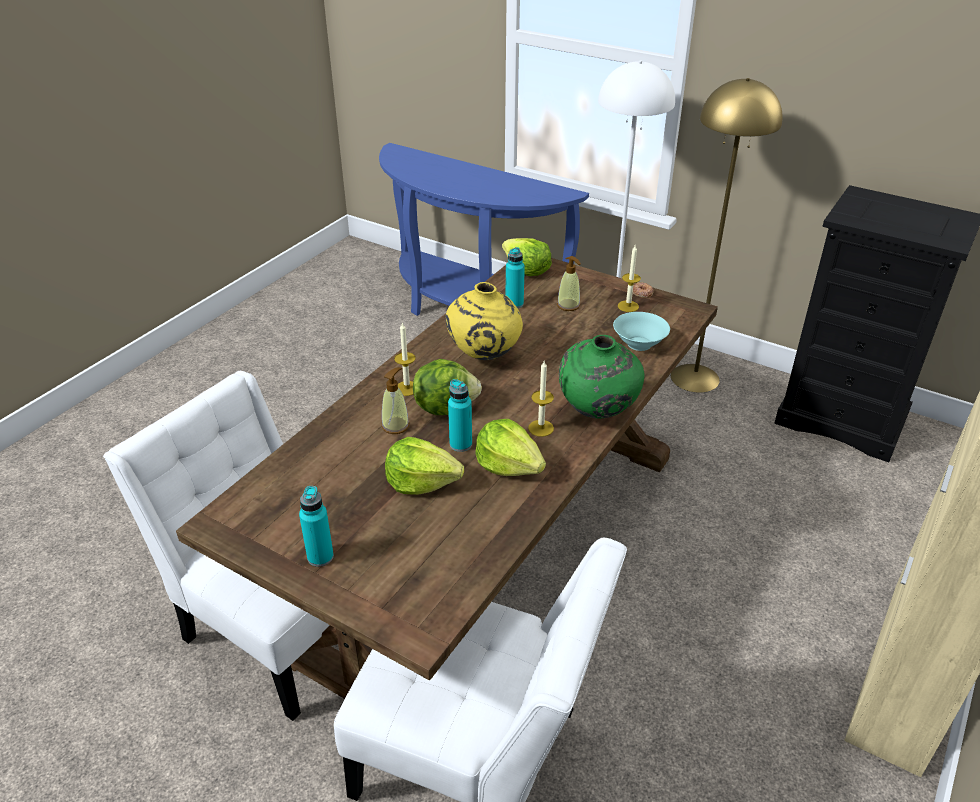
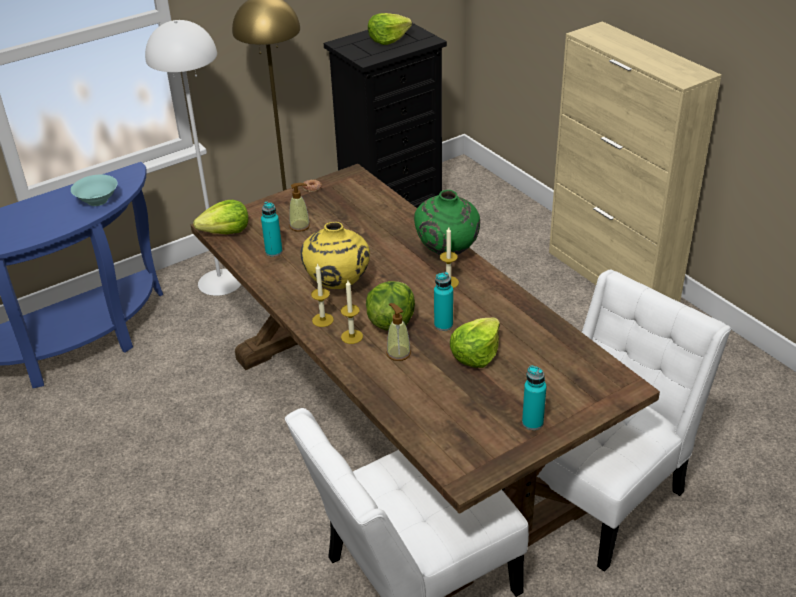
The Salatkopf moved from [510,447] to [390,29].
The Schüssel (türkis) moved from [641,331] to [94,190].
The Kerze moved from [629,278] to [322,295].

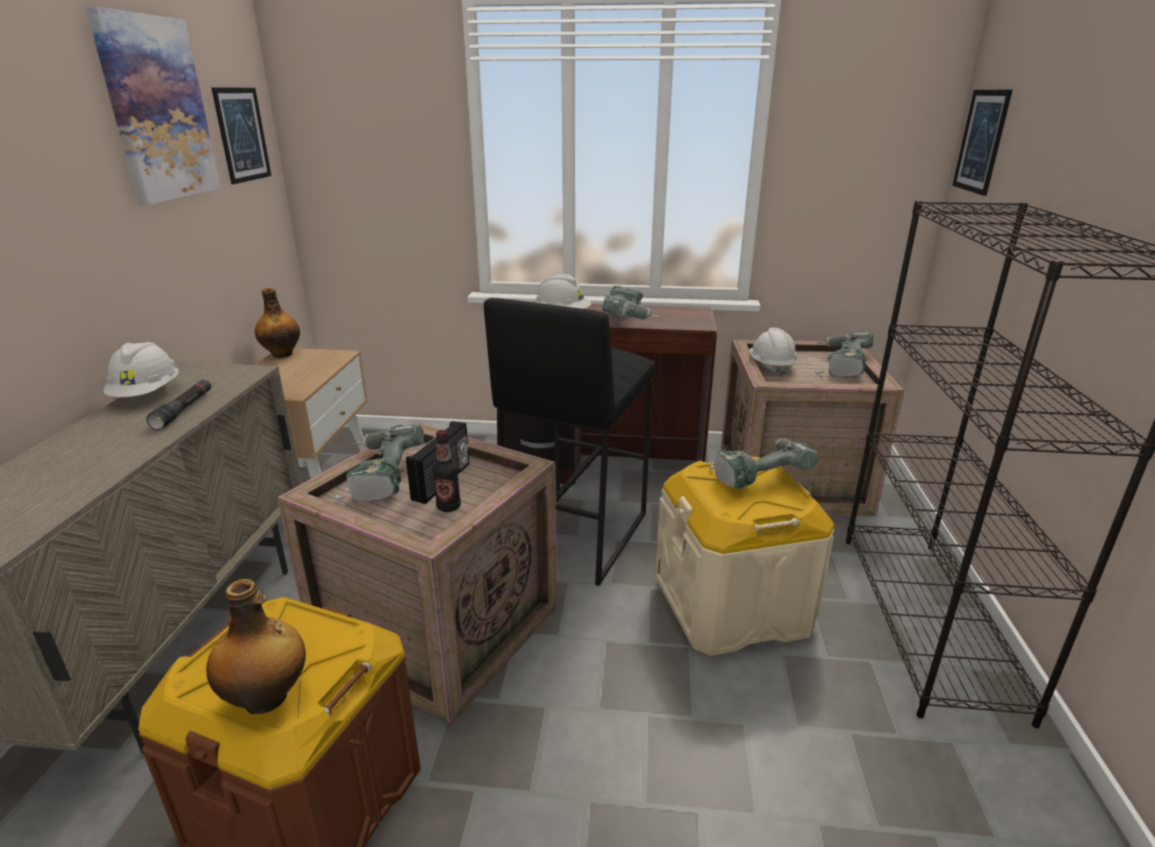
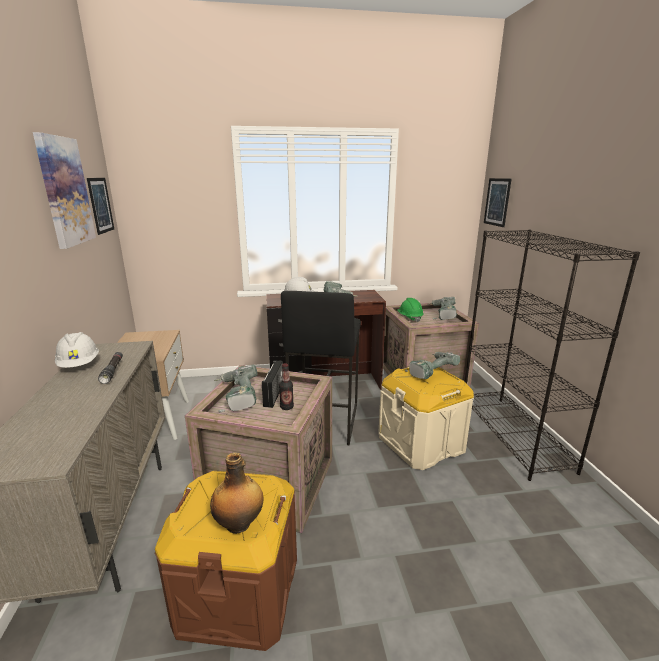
The Flasche at [277,323] disappeared.
The Schutzhelm (weiß) at [774,352] became the Schutzhelm (grün) at [410,310].

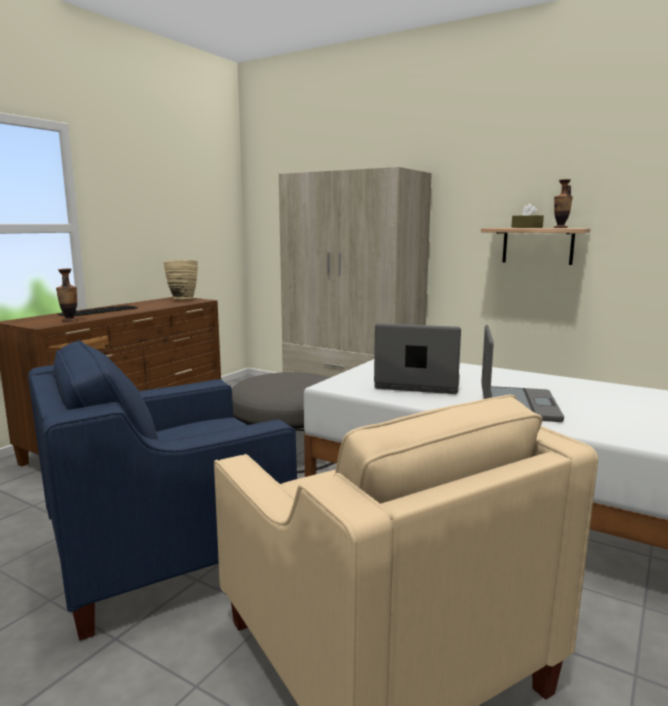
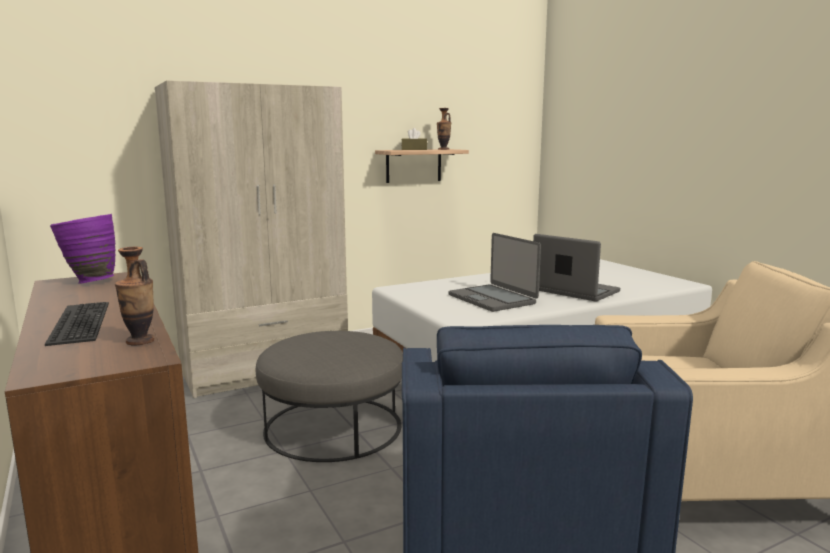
The Vase (beige) at [181,280] became the Vase (lila) at [83,248].
The Laptop at [417,358] turned 75 degrees counterclockwise.

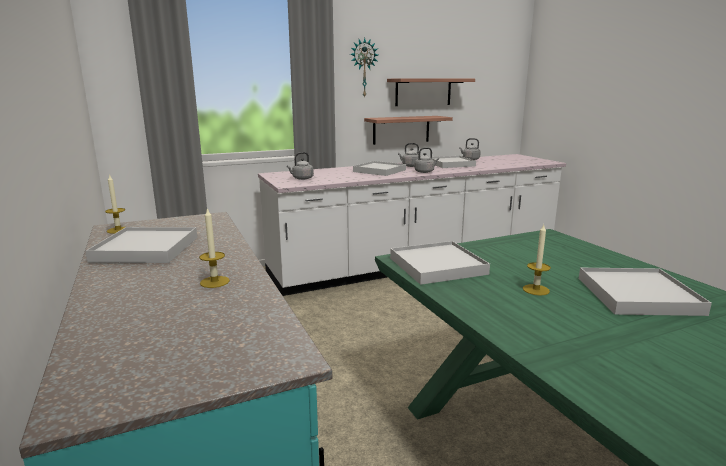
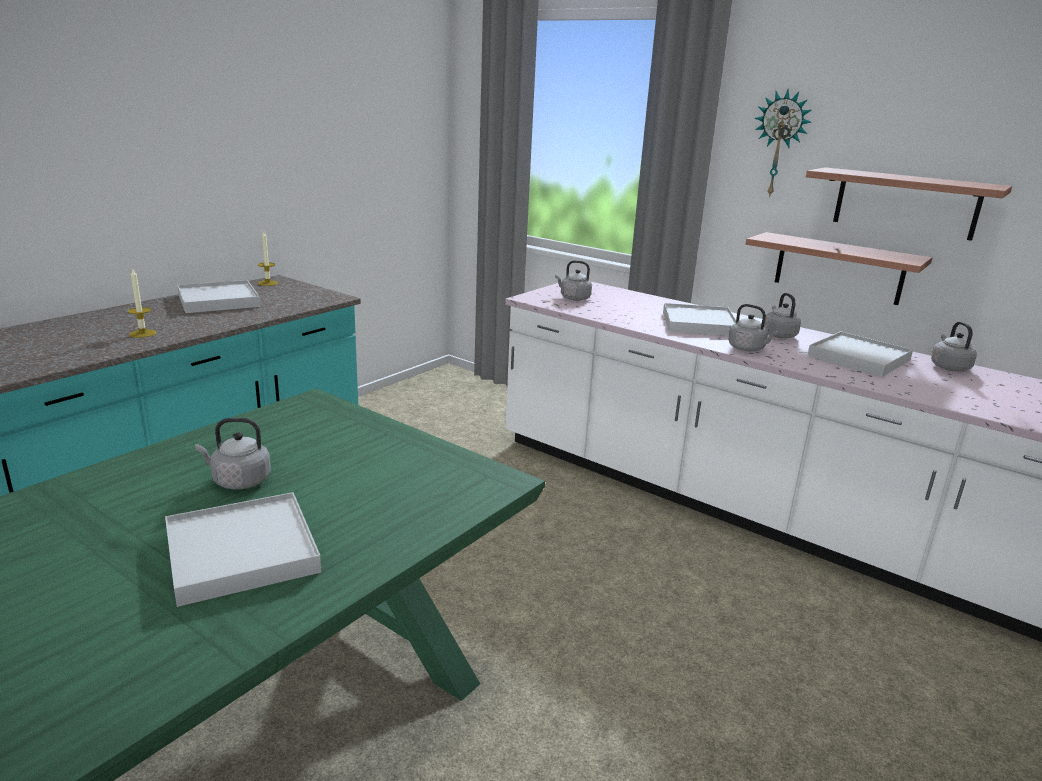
The Tablett (weiß) at [440,263] disappeared.
The Kerze at [537,260] was replaced by the Wasserkessel (grau) at [233,454].

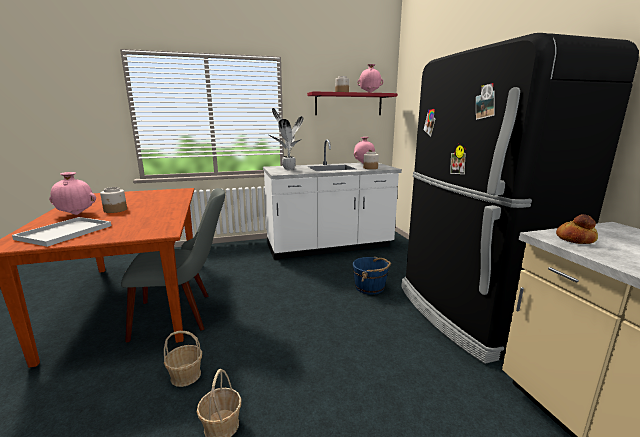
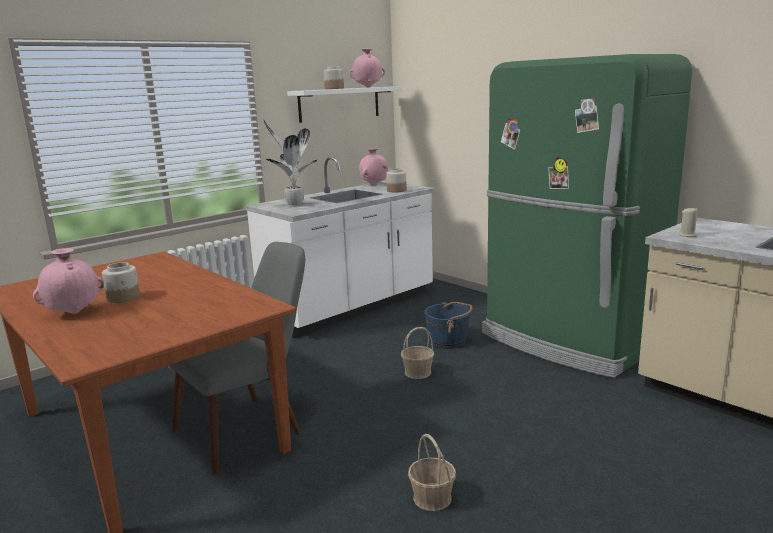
The Tablett (weiß) at [61,232] disappeared.
The Korb moved from [183,359] to [417,353].
The Wandregal (rot) at [352,103] became the Wandregal (weiß) at [344,104].
The Kühlschrank (schwarz) at [520,198] became the Kühlschrank (grün) at [587,216].
The Brot at [577,229] was replaced by the Kerze (beige) at [688,222].

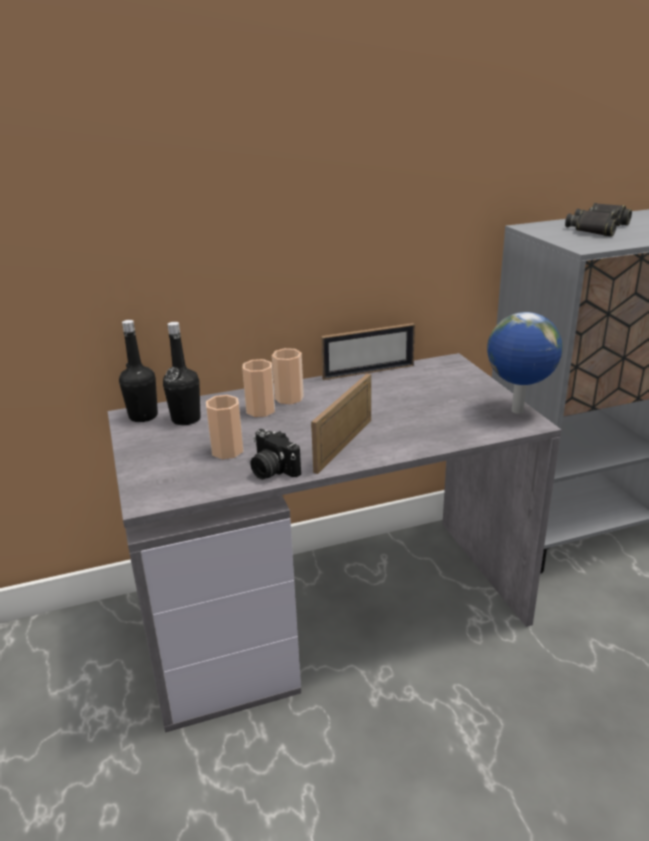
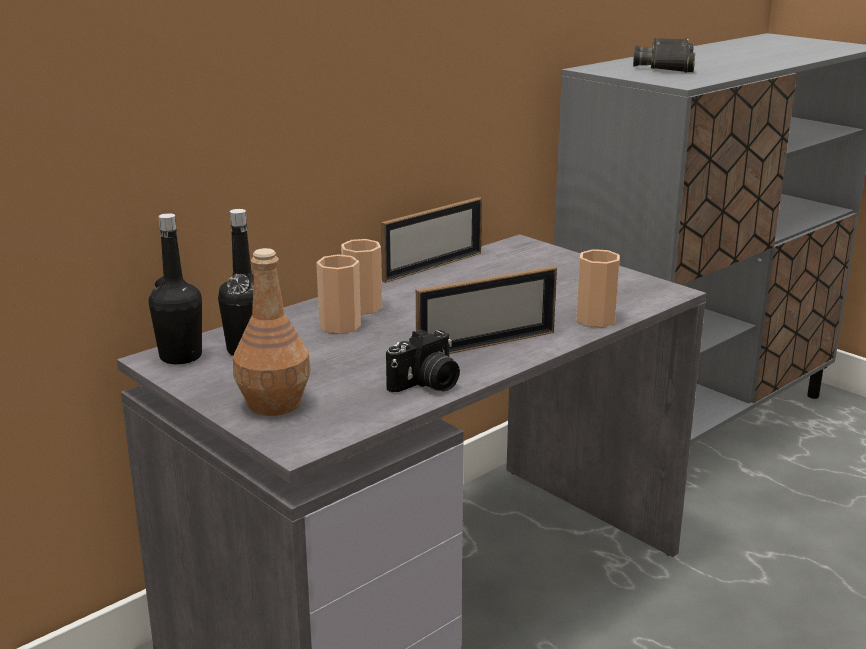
The Tasse moved from [225,427] to [598,288].
The Kamera at [275,454] turned 60 degrees counterclockwise.
The Bilderrahmen at [341,423] turned 120 degrees counterclockwise.
The Globus at [525,363] disappeared.
The Flasche (braun) at [272,332] appeared.

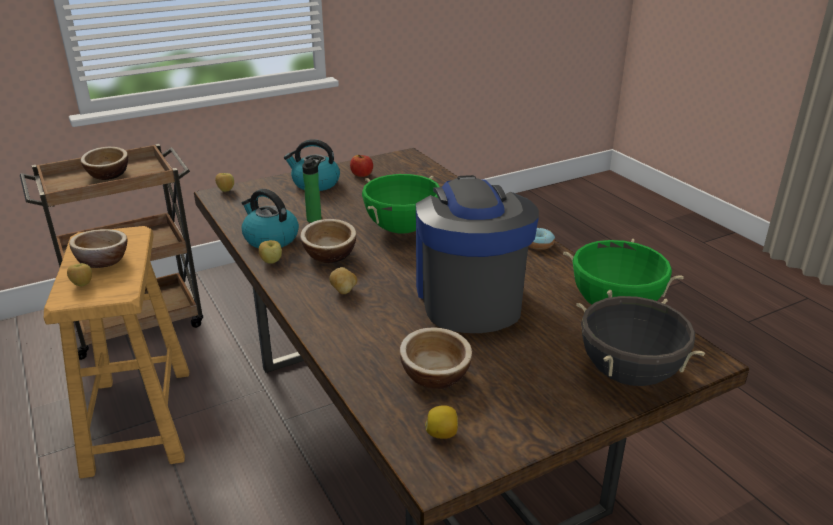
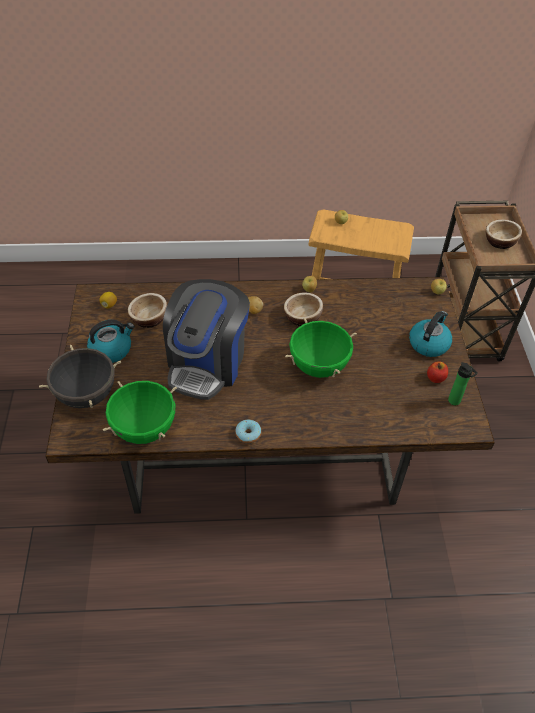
The Schüssel at [98,248] disappeared.
The Wasserkessel moved from [270,218] to [110,341].
The Flasche moved from [312,190] to [463,383].
The Kaffeemaschine at [477,254] turned 90 degrees clockwise.

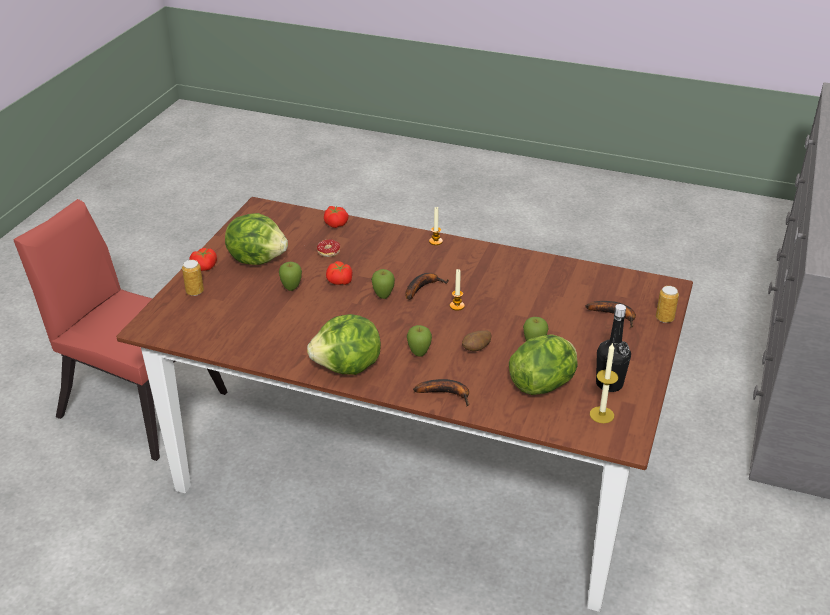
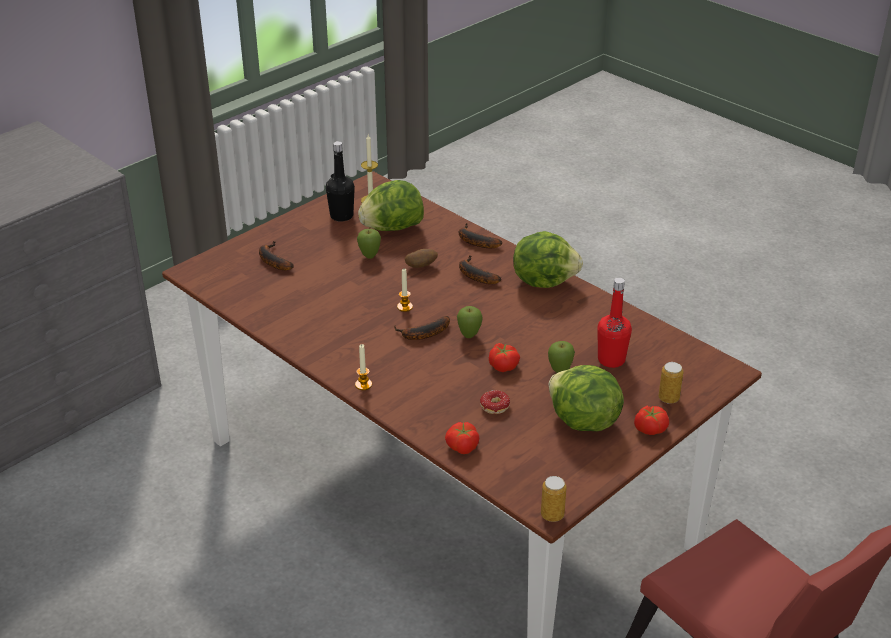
The Apfel at [419,341] was replaced by the Banane at [480,269].
The Dose moved from [667,304] to [554,499].
The Flasche (rot) at [614,323] appeared.

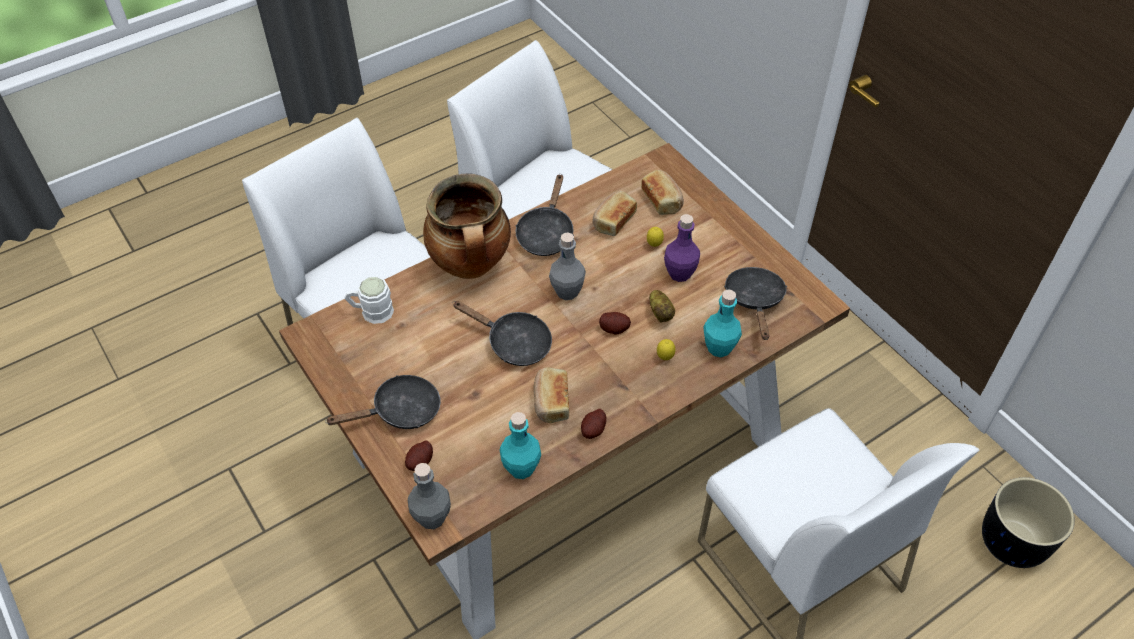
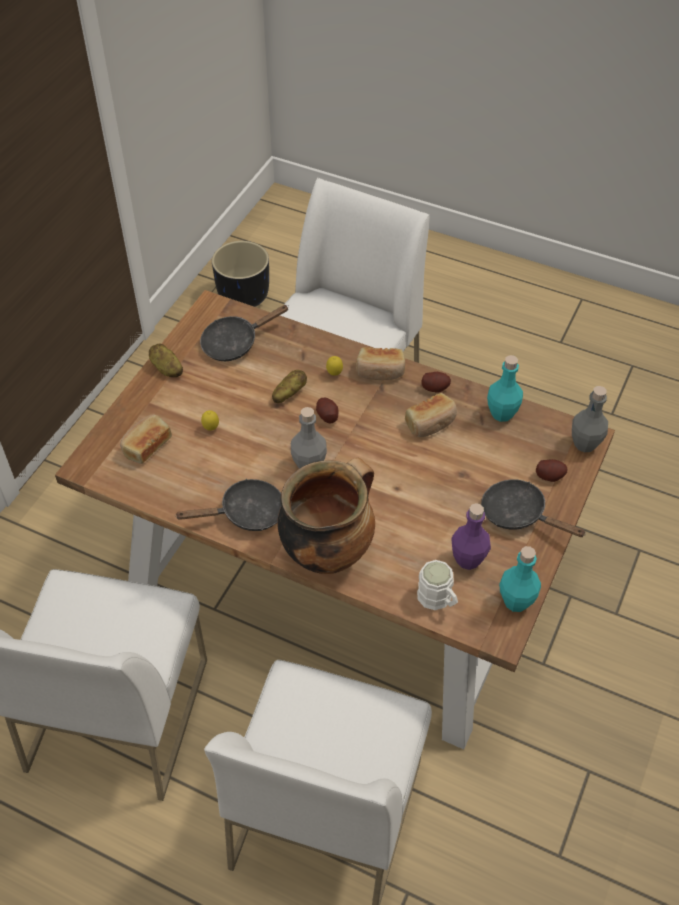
The Pfanne (schwarz) at [502,333] disappeared.
The Brot moved from [615,213] to [380,363].
The Flasche (lila) moved from [682,248] to [471,536].
The Flasche (türkis) moved from [722,323] to [520,579].
The Kartoffel at [166,360] appeared.

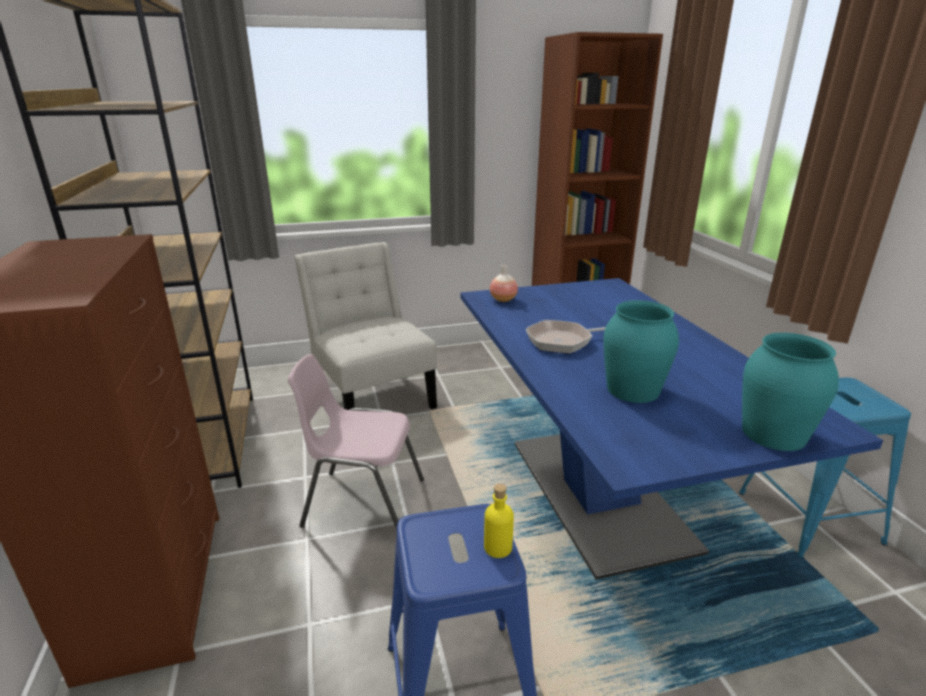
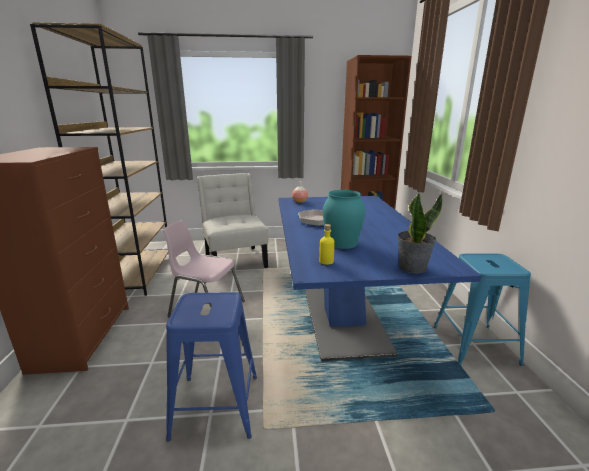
The Flasche (gelb) moved from [499,520] to [327,244].
The Vase (türkis) at [790,392] was replaced by the Topfpflanze at [420,233].

